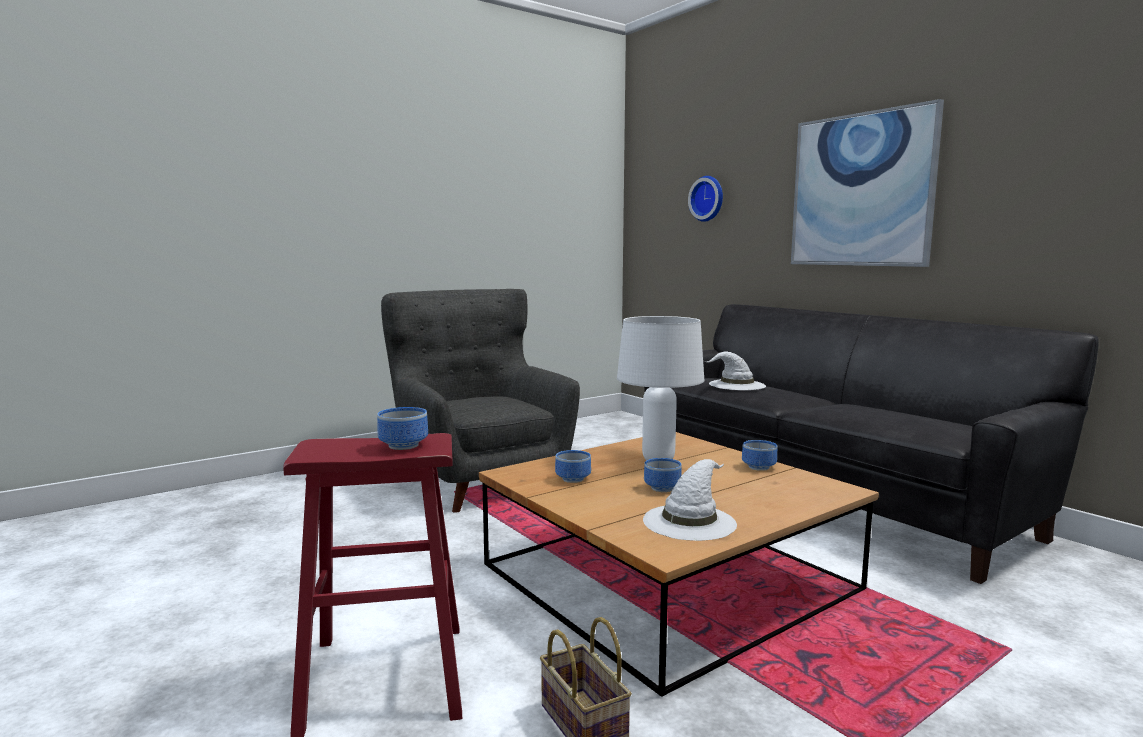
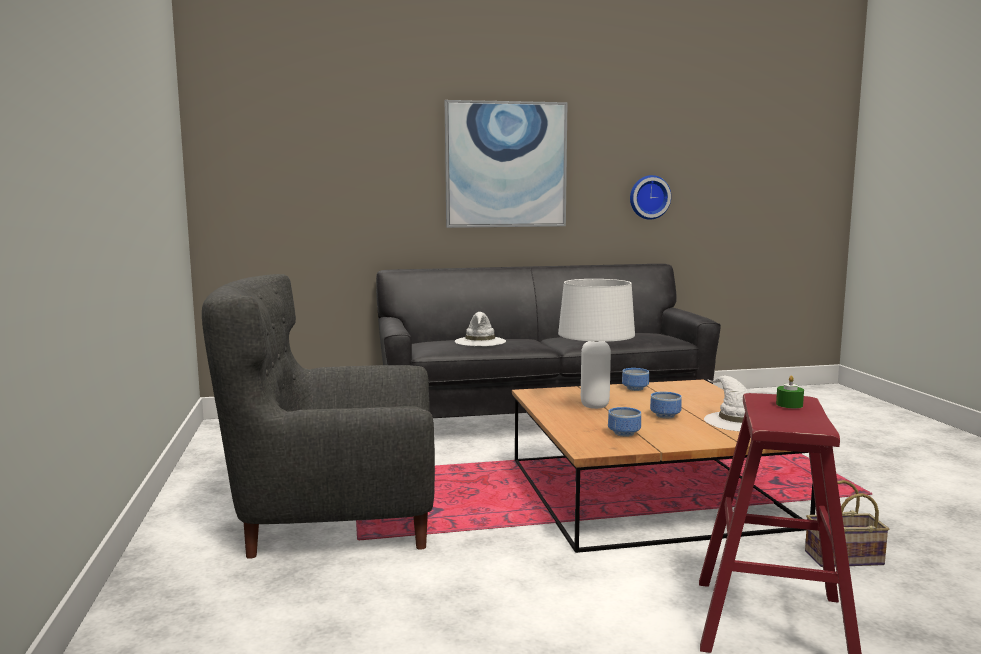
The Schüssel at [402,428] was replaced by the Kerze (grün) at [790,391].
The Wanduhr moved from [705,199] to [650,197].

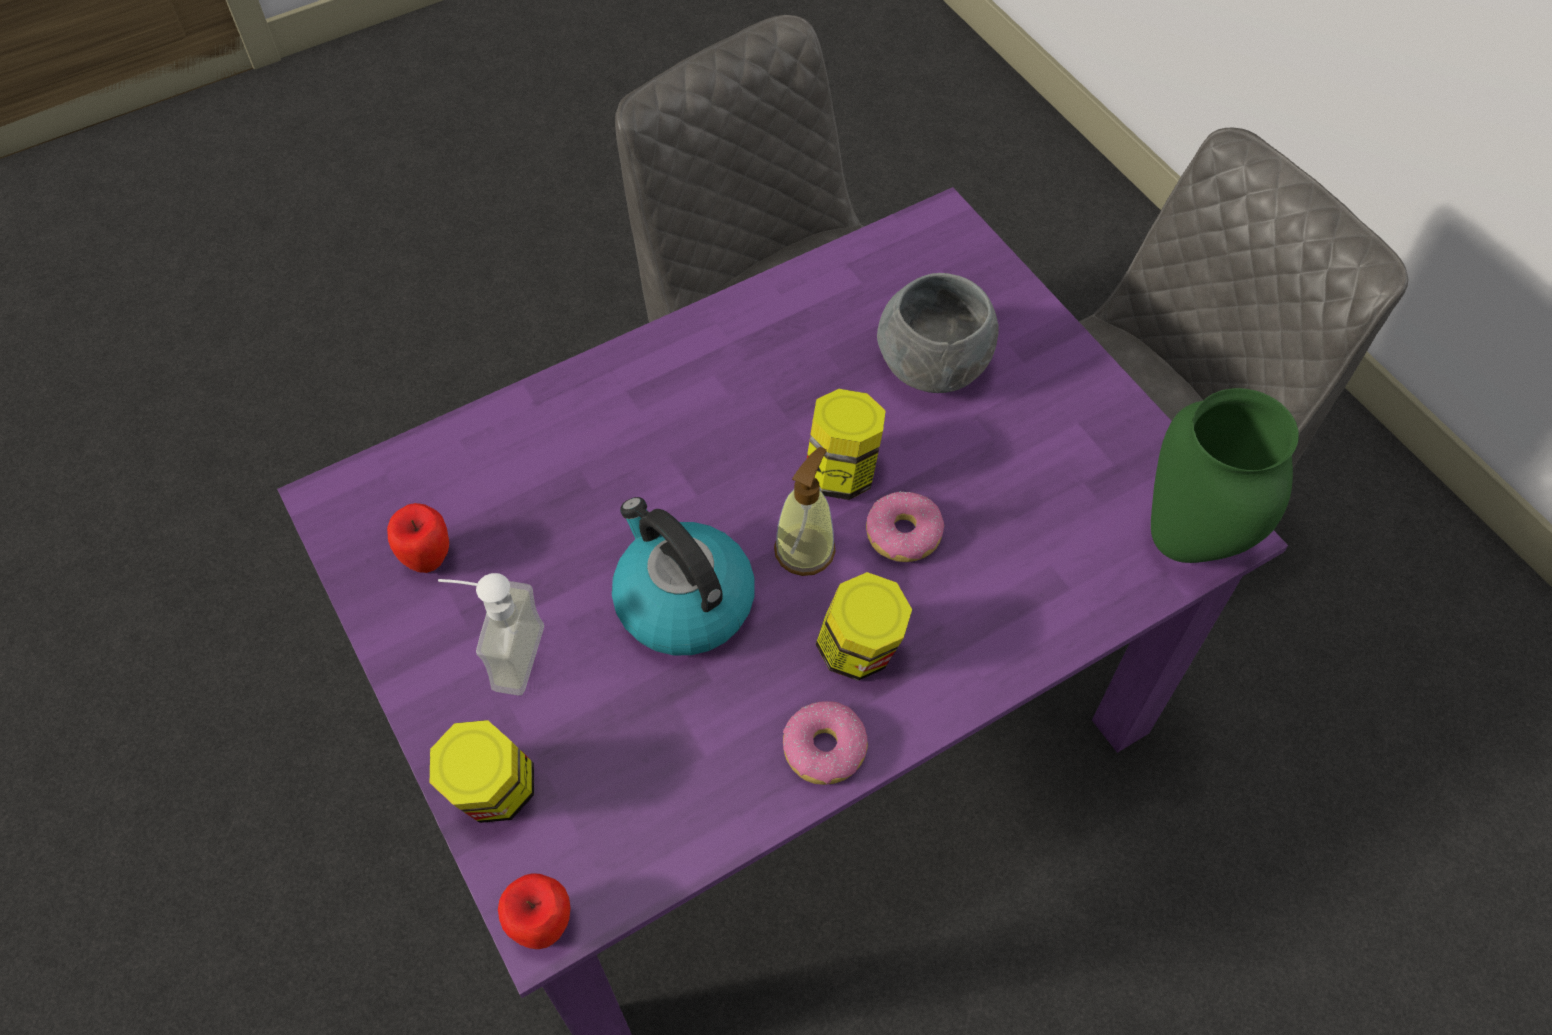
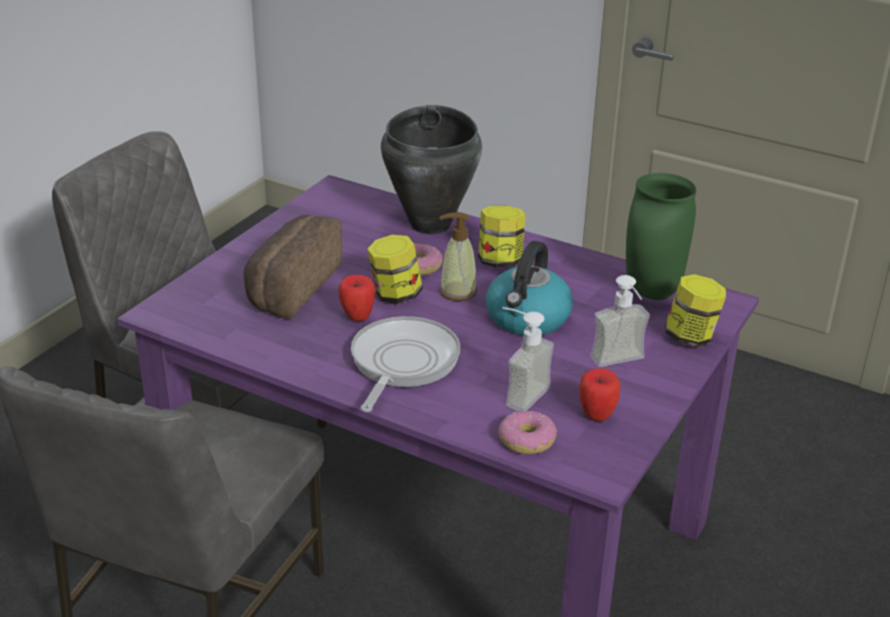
The Apfel moved from [534,911] to [356,298].
The Donut moved from [825,743] to [528,433].
The Schüssel (grau) at [938,333] was replaced by the Brot at [293,267].
The Vase (grün) moved from [1225,475] to [661,236].
The Pfanne at [405,364] appeared.
The Kochtopf (schwarz) at [431,169] appeared.
The Seifenspender at [528,359] appeared.

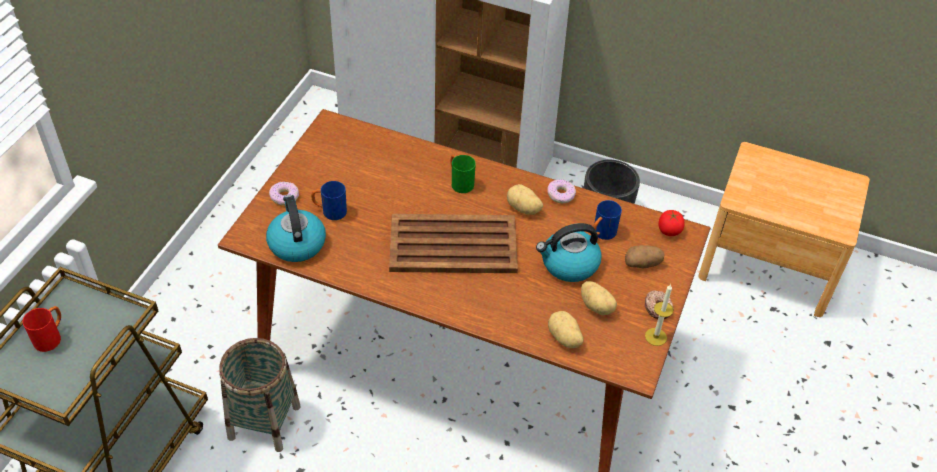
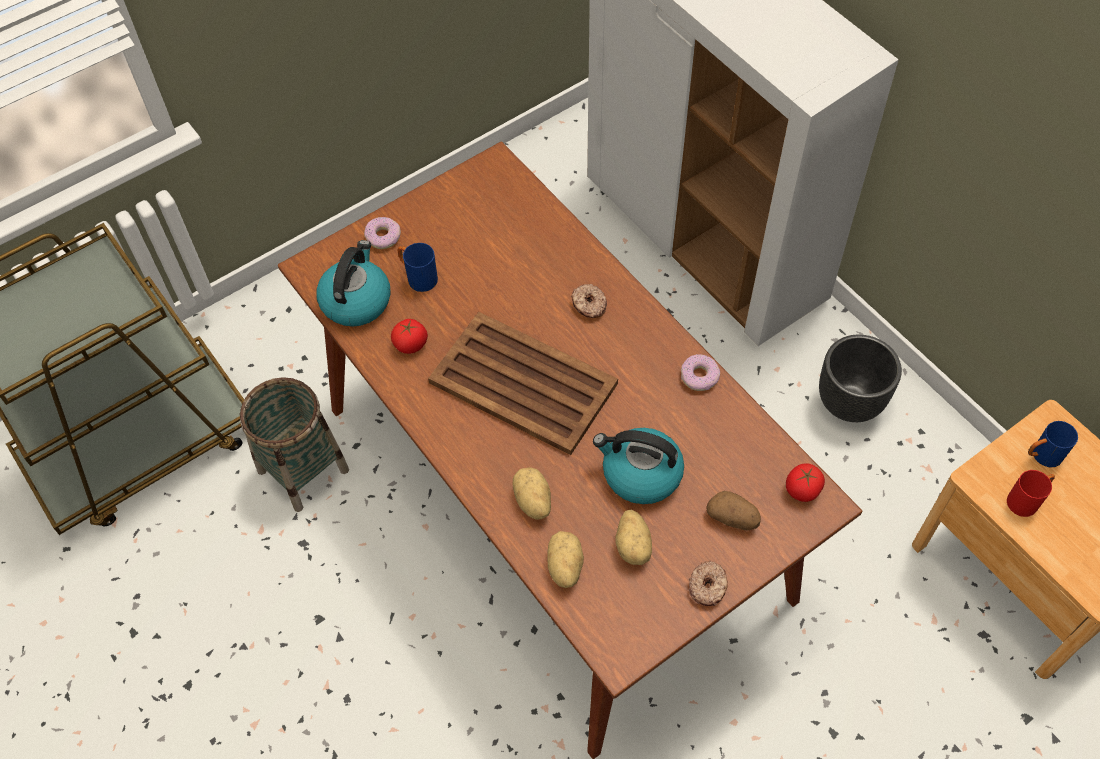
The Henkelbecher (rot) moved from [42,329] to [1031,493].
The Henkelbecher (grün) at [463,174] was replaced by the Donut at [589,301].
The Kartoffel moved from [525,199] to [532,493].
The Henkelbecher (blau) moved from [607,220] to [1053,444].
The Kerze at [659,315] disappeared.
The Tomate at [409,336] appeared.

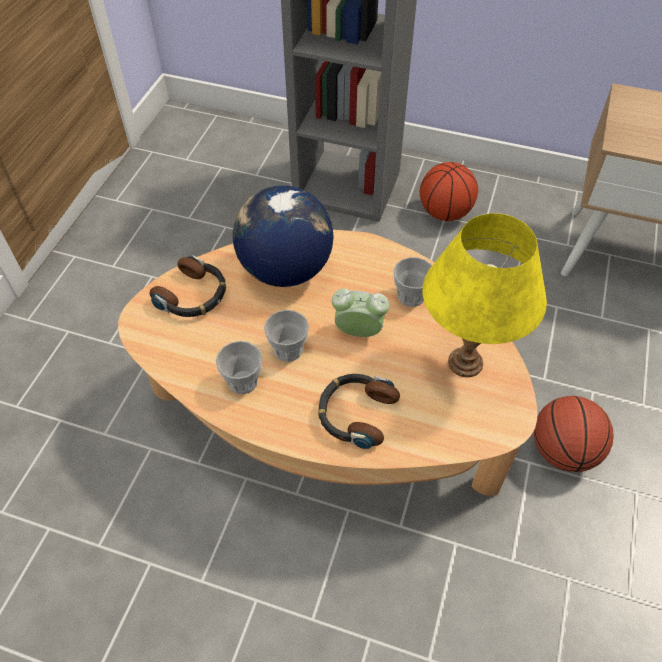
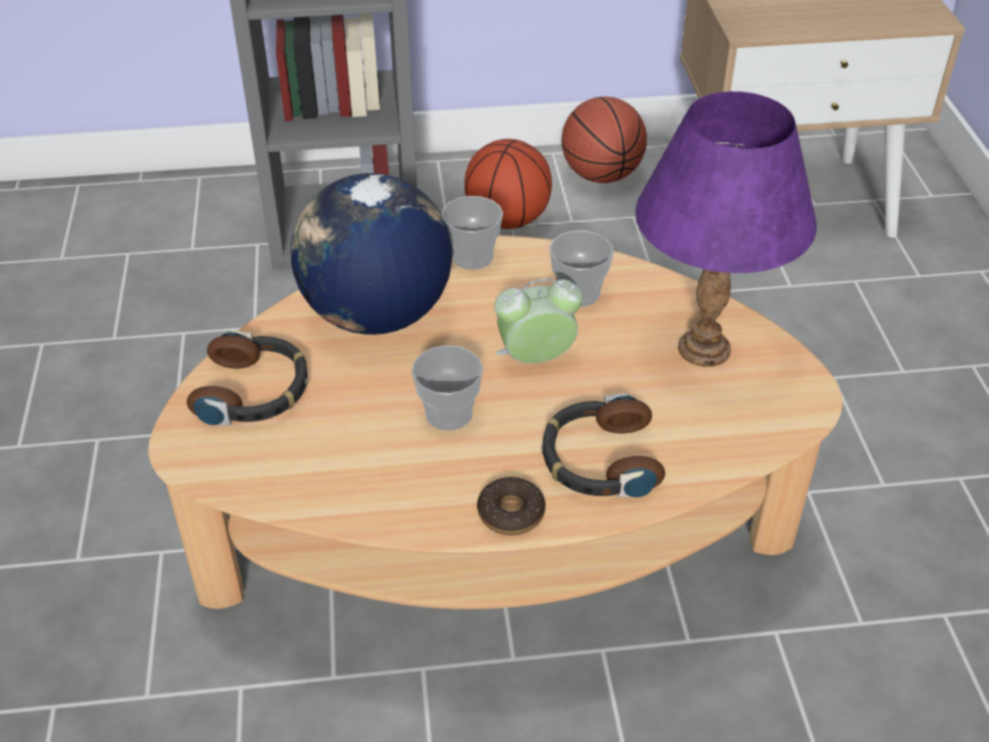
The Tasse moved from [239,367] to [472,233].
The Tischlampe (gelb) at [485,295] became the Tischlampe (lila) at [726,229].
The Basketball moved from [574,434] to [604,140].
The Donut at [511,506] appeared.

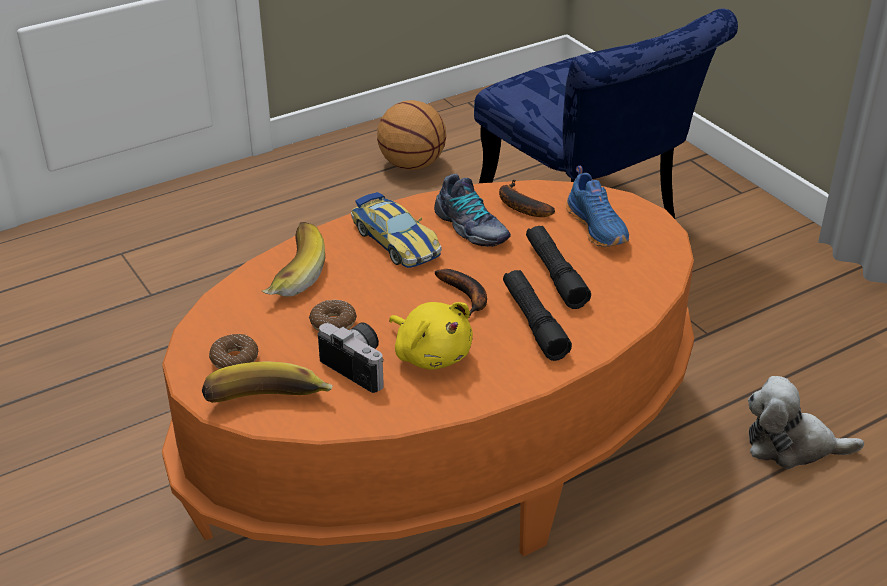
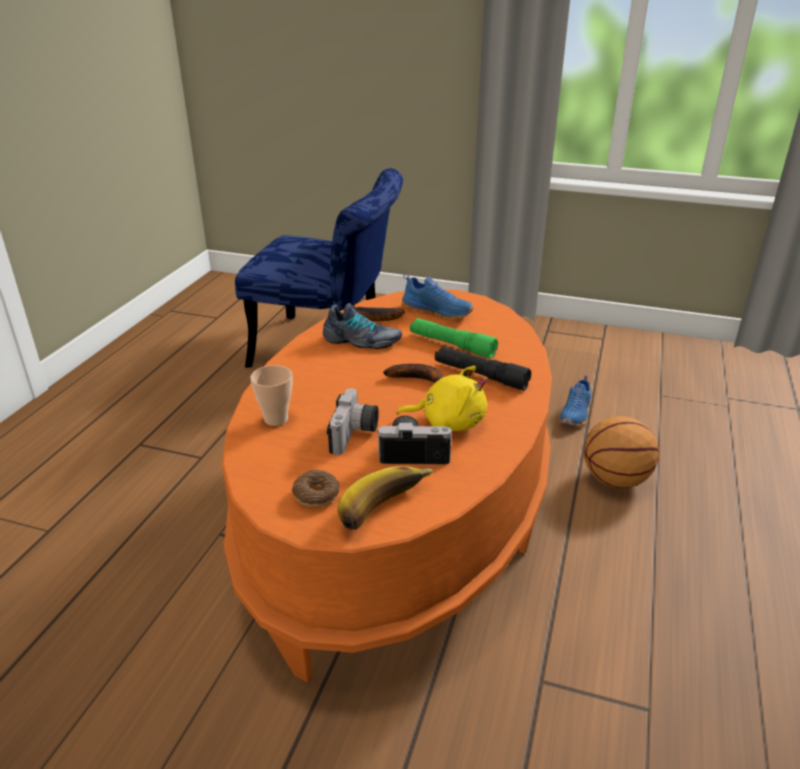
The Banane at [293,259] was replaced by the Tasse at [271,395].
The Donut at [333,315] was replaced by the Kamera at [353,421].
The Spielzeugauto at [396,230] disappeared.
The Basketball moved from [411,135] to [621,452].
The Taschenlampe (schwarz) at [558,267] became the Taschenlampe (grün) at [454,338].
The Plüschtier at [806,422] was replaced by the Schuh (blau) at [575,400].

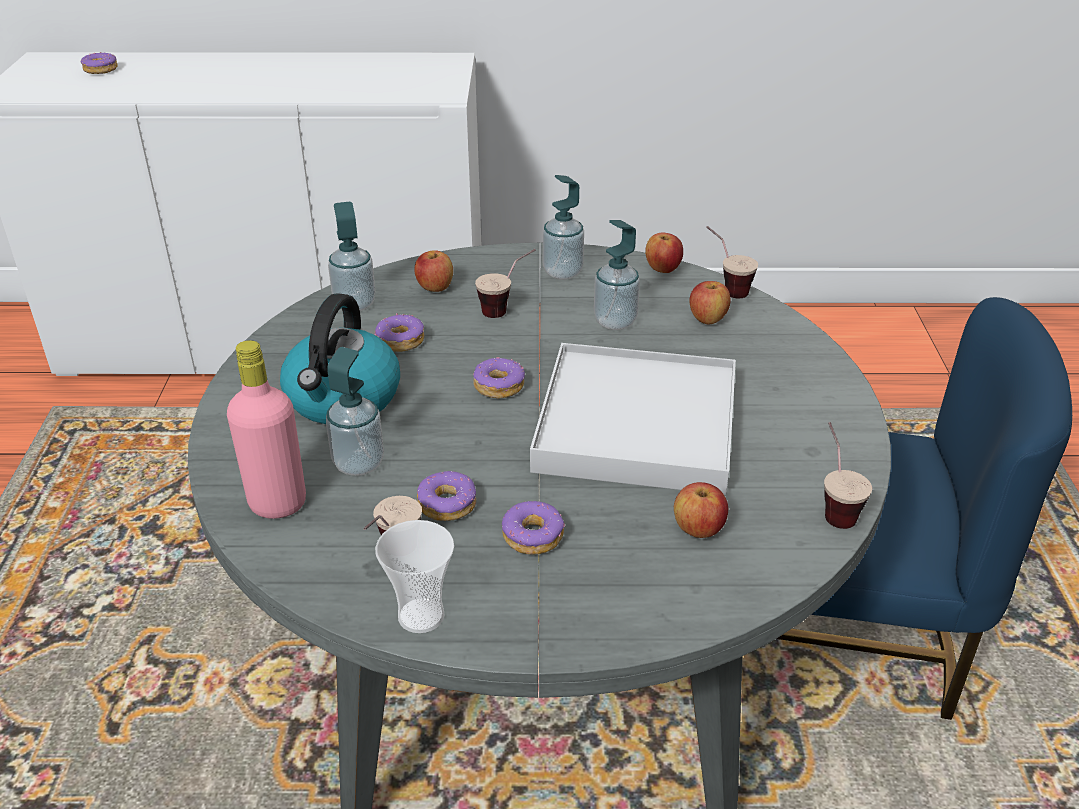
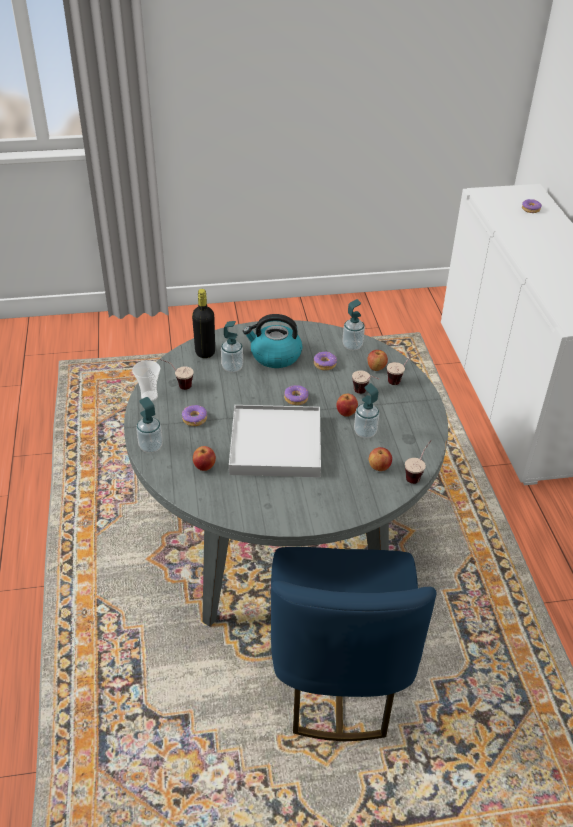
The Flasche (rosa) at [266,429] became the Flasche (schwarz) at [203,323].
The Donut at [446,496] disappeared.
The Seifenspender moved from [563,227] to [149,425].
The Apfel moved from [664,252] to [347,405].
The Tasse moved from [848,475] to [403,369].

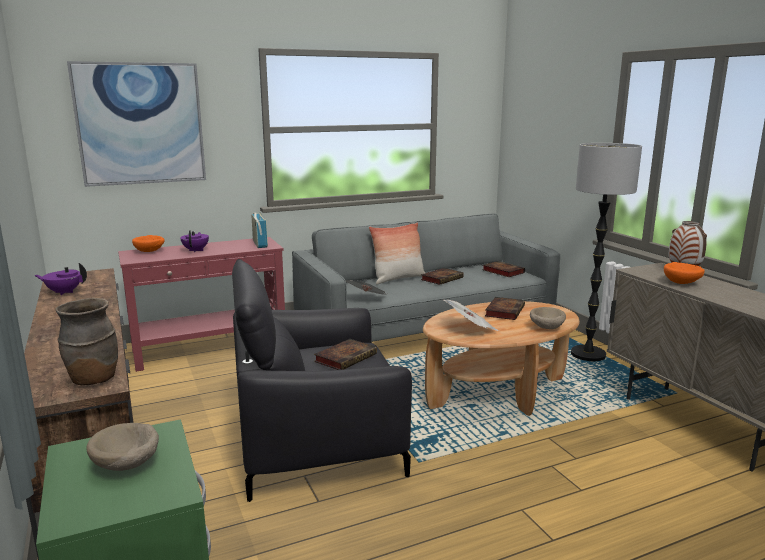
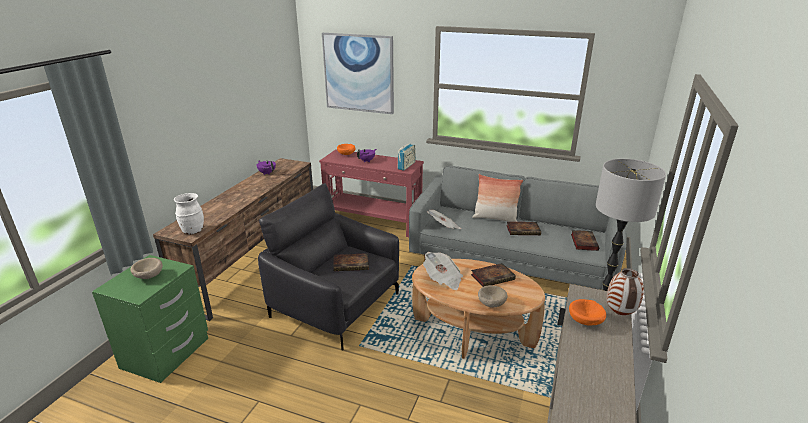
The Vase (braun) at [87,341] became the Vase (weiß) at [189,213].

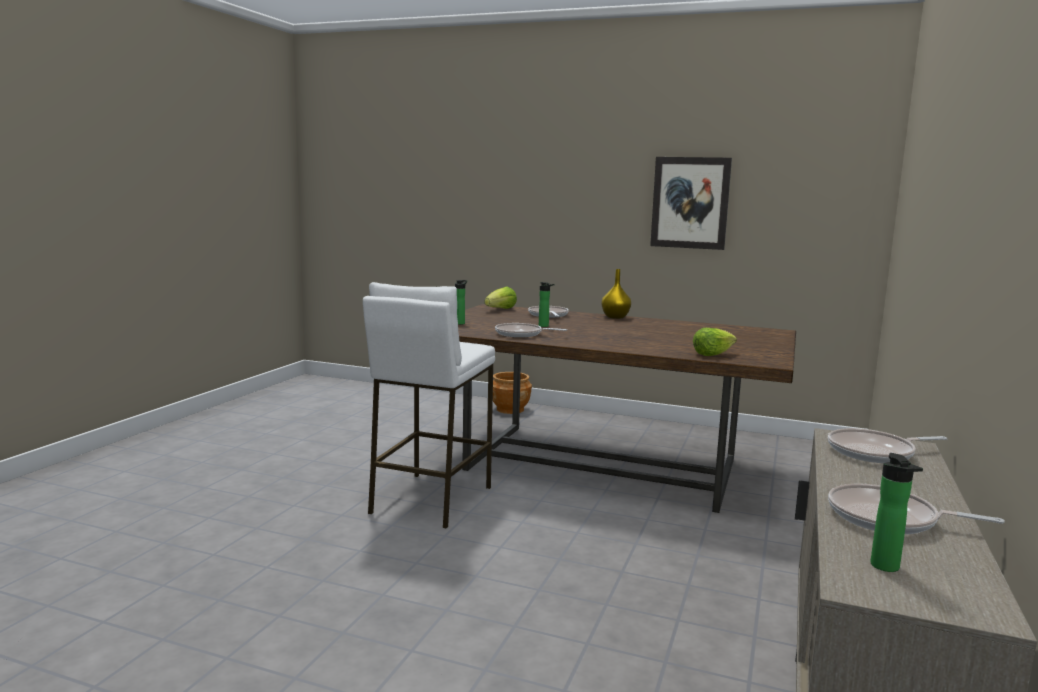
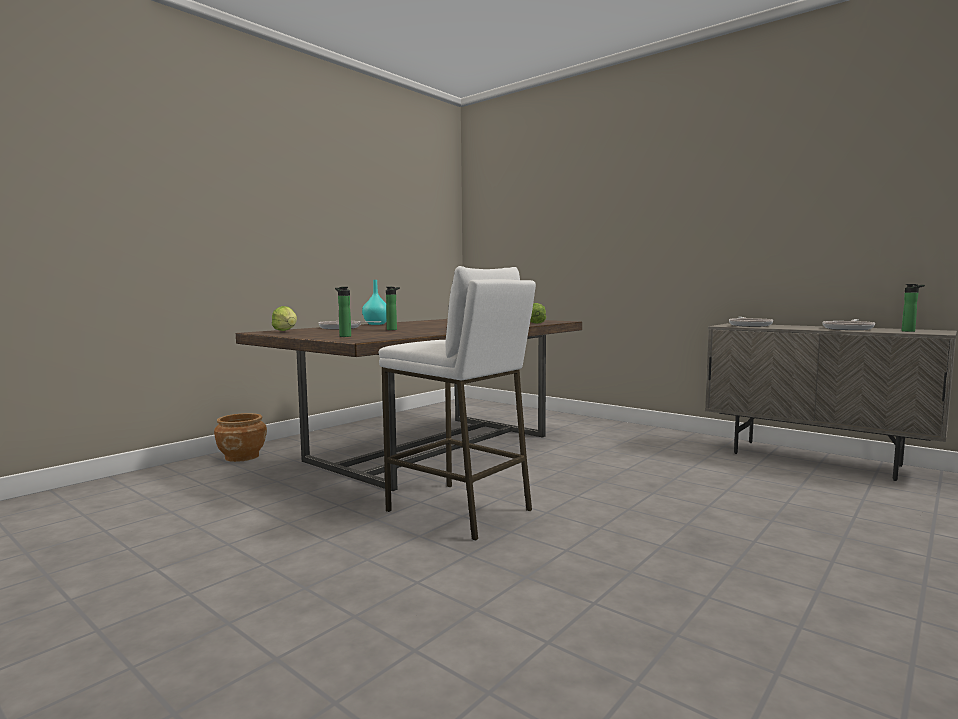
The Pfanne at [531,330] disappeared.
The Vase (gelb) at [616,294] became the Vase (türkis) at [374,302].
The Bild at [691,203] disappeared.

